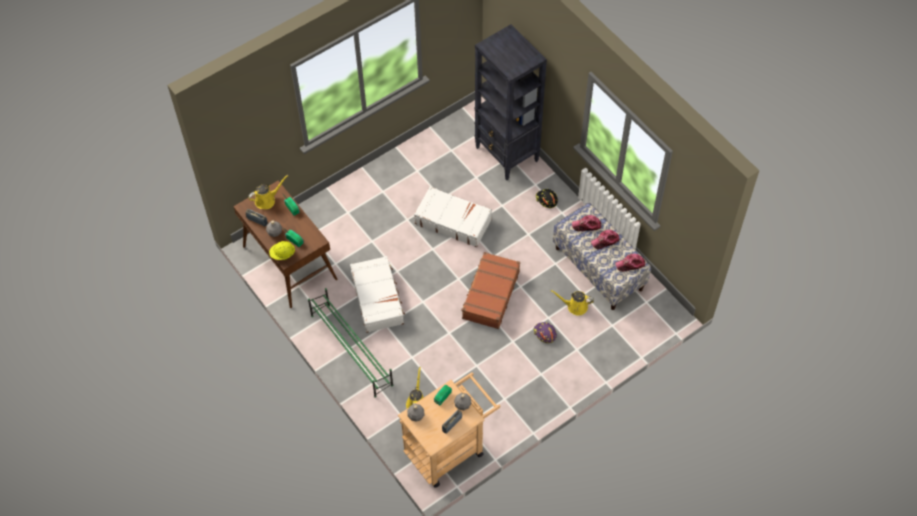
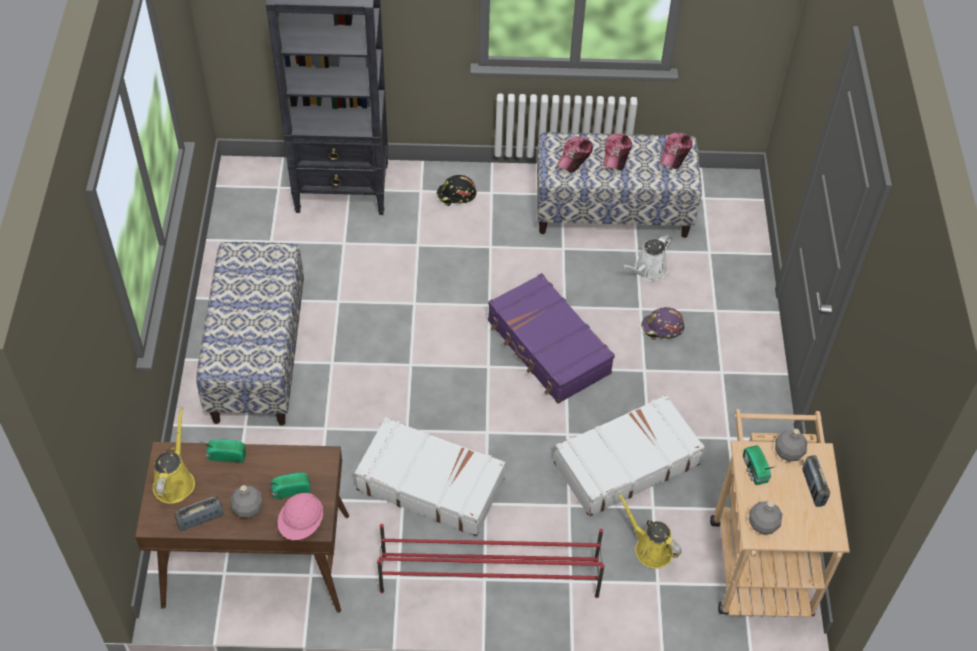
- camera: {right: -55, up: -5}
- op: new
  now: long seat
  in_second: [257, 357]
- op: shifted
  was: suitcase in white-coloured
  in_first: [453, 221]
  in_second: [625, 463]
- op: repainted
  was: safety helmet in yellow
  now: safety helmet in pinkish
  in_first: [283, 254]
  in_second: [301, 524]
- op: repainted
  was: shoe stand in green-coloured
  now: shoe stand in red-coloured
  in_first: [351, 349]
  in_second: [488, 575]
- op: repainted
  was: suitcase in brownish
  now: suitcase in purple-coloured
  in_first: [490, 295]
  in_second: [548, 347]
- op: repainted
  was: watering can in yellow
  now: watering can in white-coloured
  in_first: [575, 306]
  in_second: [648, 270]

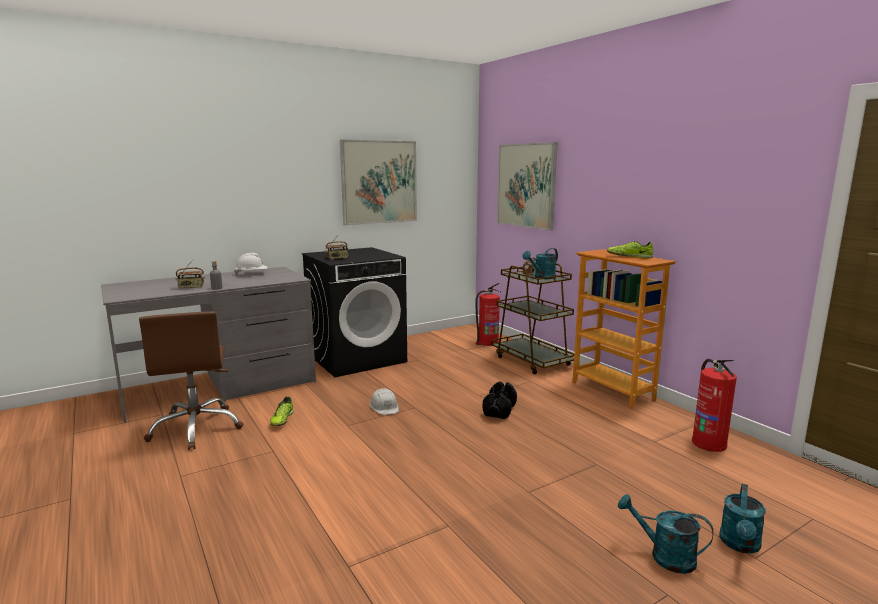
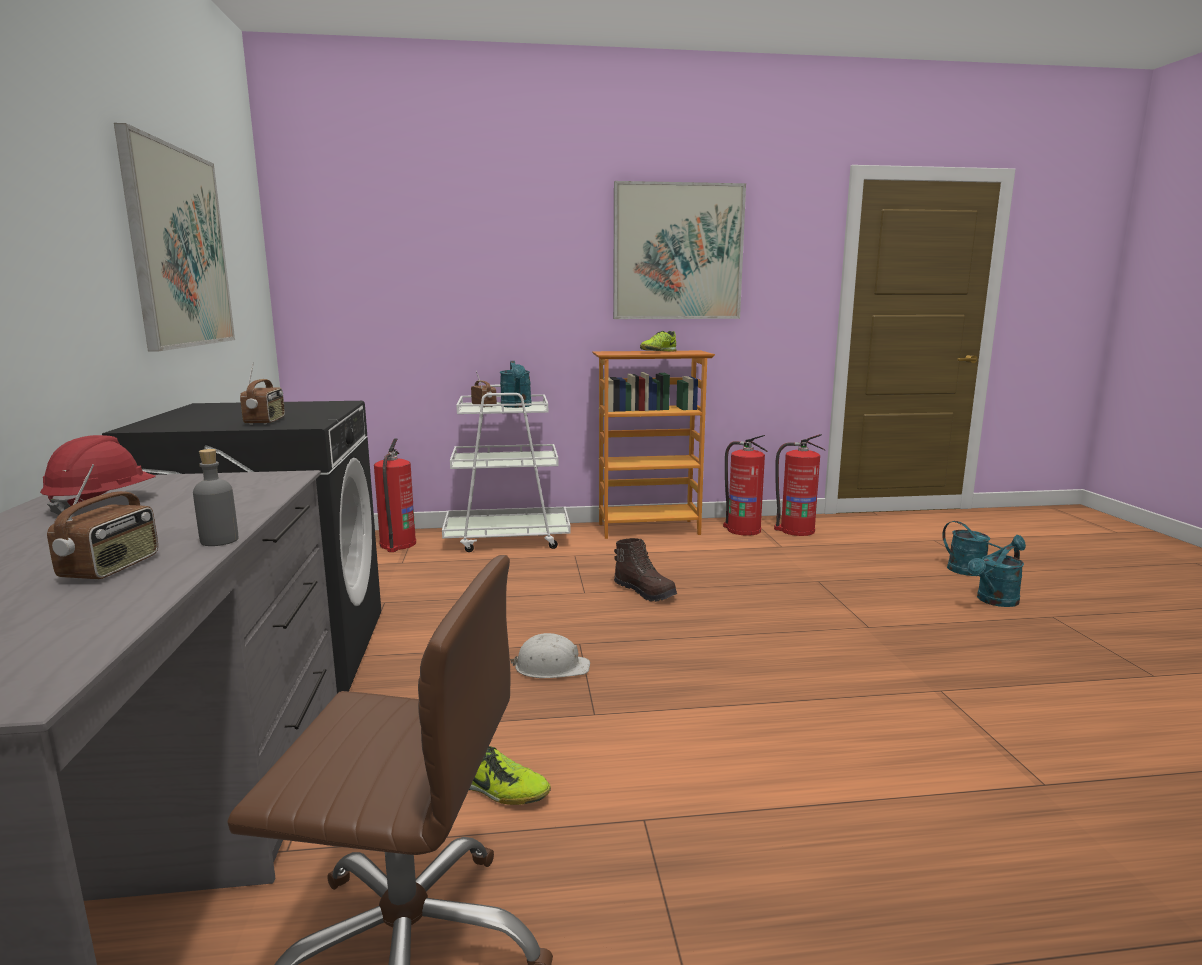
- camera: {right: -65, up: 0}
- op: new
  now: extinguisher
  in_second: [743, 530]
- op: shifted
  was: picture
  in_first: [526, 185]
  in_second: [678, 252]
- op: swapped
  was: dumbbell in blackish
  now: tall boot in brownish
  in_first: [499, 410]
  in_second: [645, 592]
- op: repainted
  was: safety helmet in white-coloured
  now: safety helmet in red-coloured
  in_first: [251, 274]
  in_second: [102, 504]
- op: repainted
  was: wheeled cart in brownish
  now: wheeled cart in white-coloured
  in_first: [532, 360]
  in_second: [508, 539]

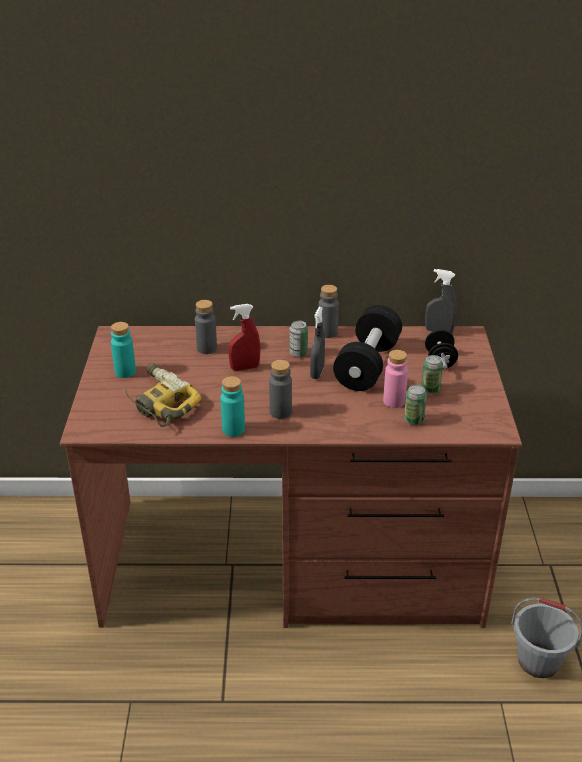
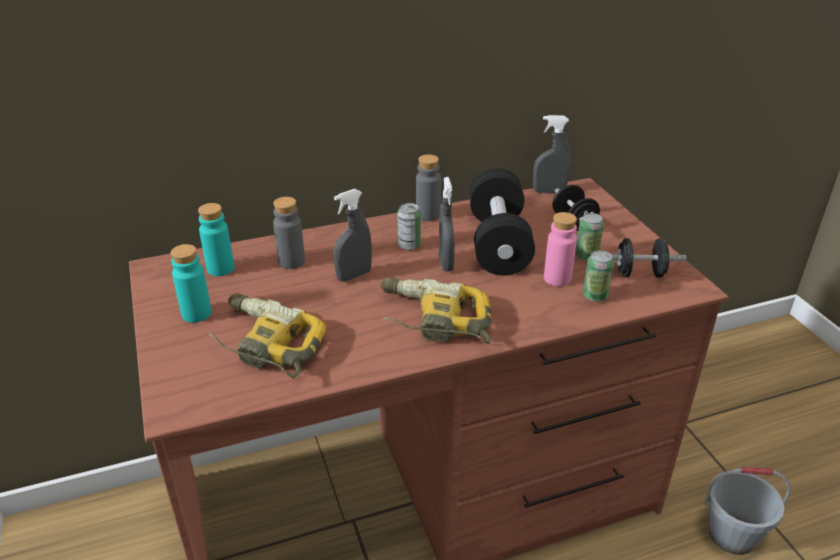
- camera: {right: -20, up: 0}
- op: new
  now: dumbbell in blackish
  in_second: [639, 274]
- op: shifted
  was: bottle in turquoise
  in_first: [233, 429]
  in_second: [220, 268]
- op: swapped
  was: bottle in gray
  now: electric drill
  in_first: [280, 412]
  in_second: [432, 321]
- op: repainted
  was: sprayer in red-coloured
  now: sprayer in gray
  in_first: [245, 368]
  in_second: [354, 276]

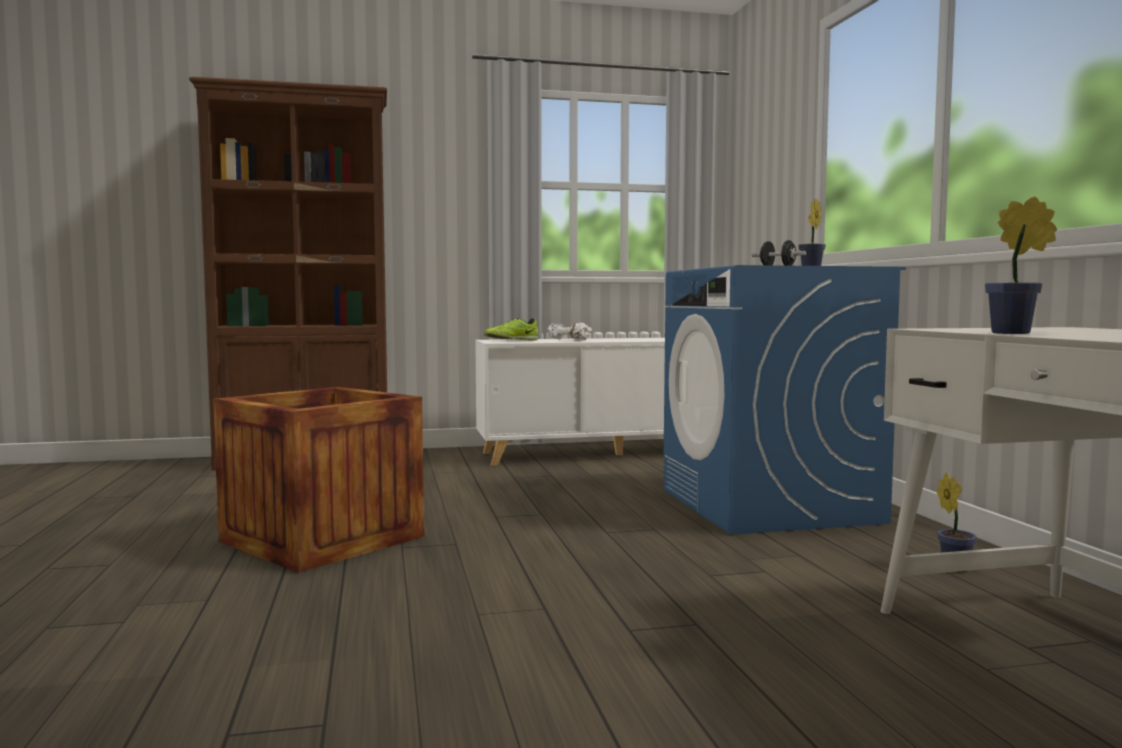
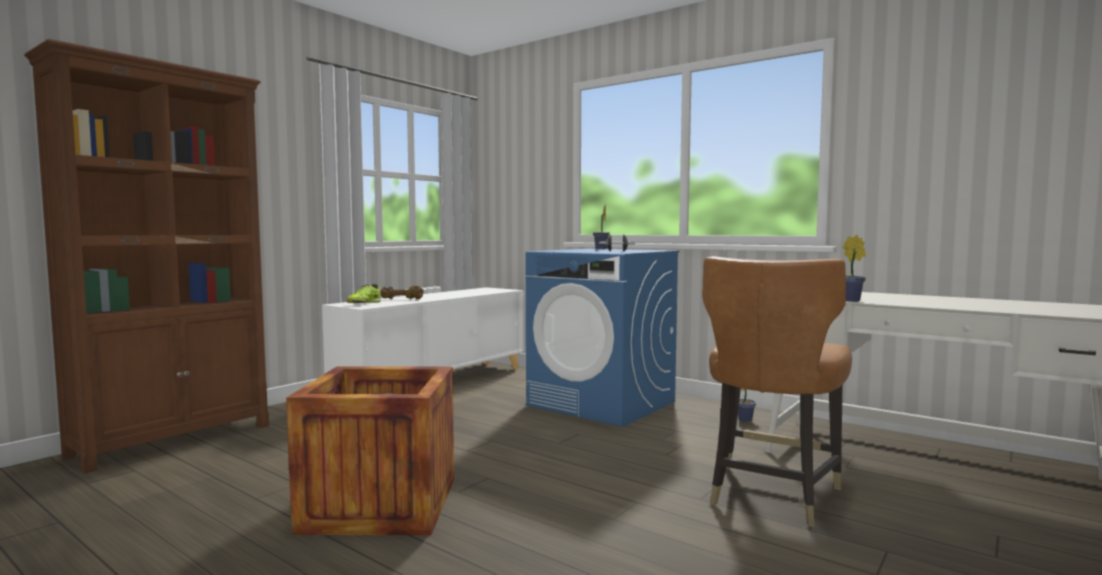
- camera: {right: -40, up: 0}
- op: new
  now: chair in brownish
  in_second: [770, 494]
- op: repainted
  was: dumbbell in white-coloured
  now: dumbbell in brownish
  in_first: [568, 340]
  in_second: [401, 299]

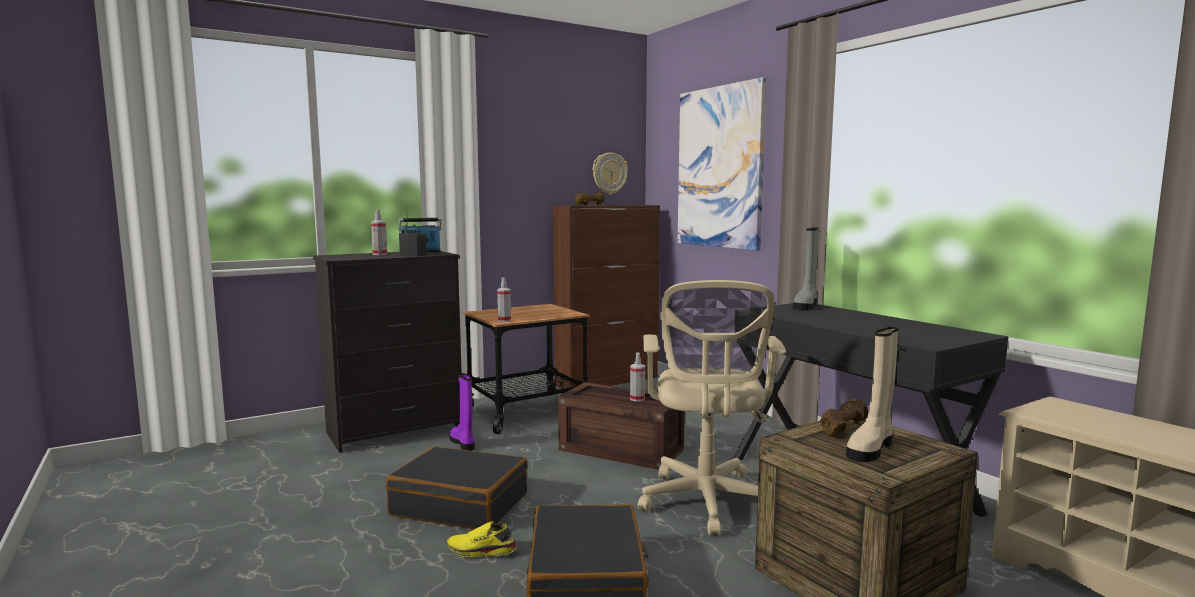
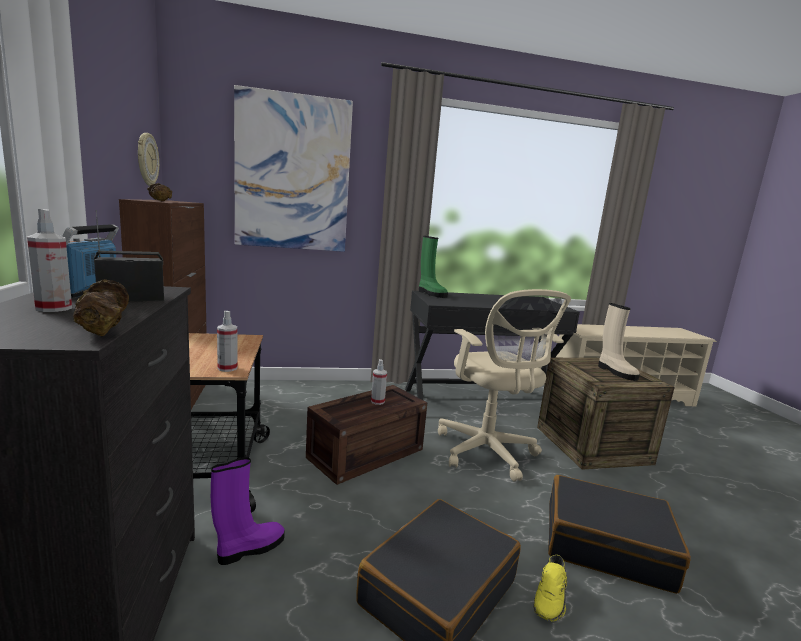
- camera: {right: -70, up: 5}
- op: shifted
  was: dumbbell in brownish
  in_first: [842, 428]
  in_second: [103, 323]
- op: repainted
  was: tall boot in gray
  now: tall boot in green-coloured
  in_first: [806, 306]
  in_second: [431, 294]
- op: rotated
  was: tall boot in purple-coloured
  in_first: [463, 443]
  in_second: [249, 549]
  clockwise: 150
- op: rotated
  was: office chair in sand-coloured
  in_first: [706, 503]
  in_second: [488, 453]
  clockwise: 45

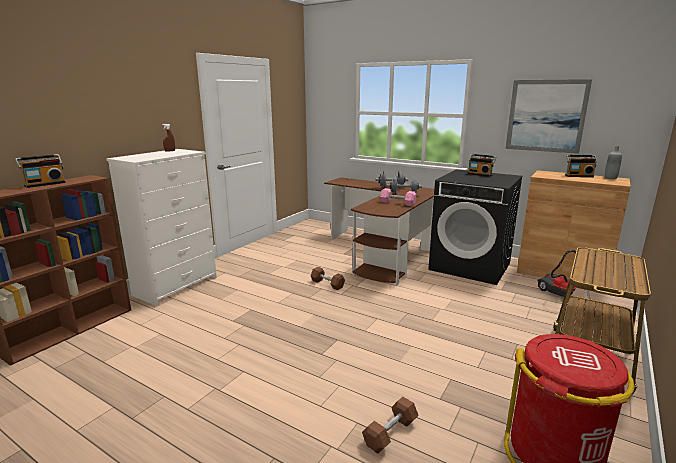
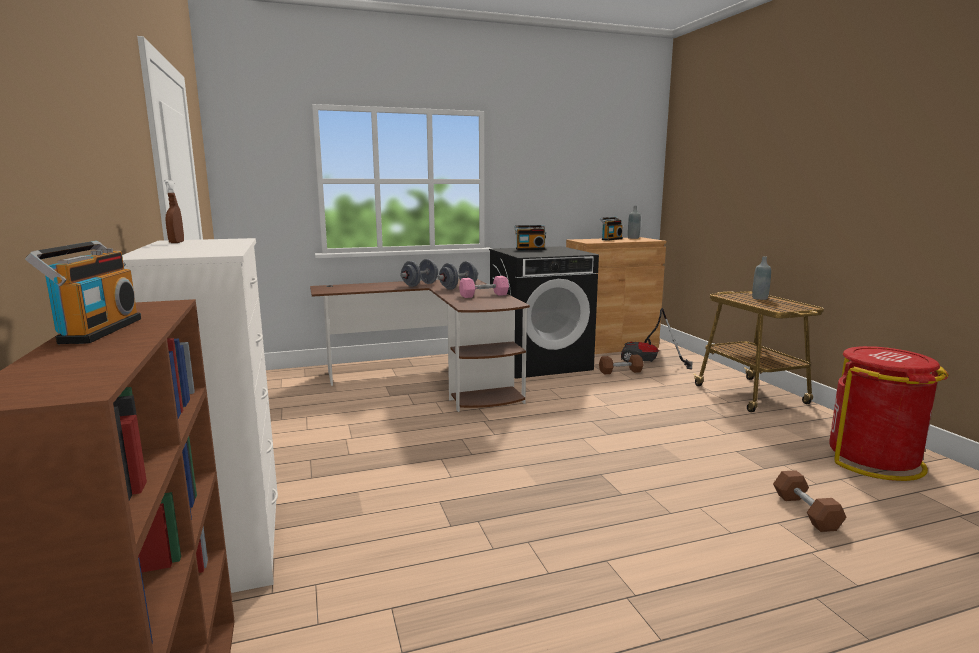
- camera: {right: -50, up: -5}
- op: gone
  was: picture
  in_first: [546, 116]
- op: new
  now: bottle in gray
  in_second: [759, 298]
- op: shifted
  was: dumbbell in brownish
  in_first: [327, 284]
  in_second: [620, 371]

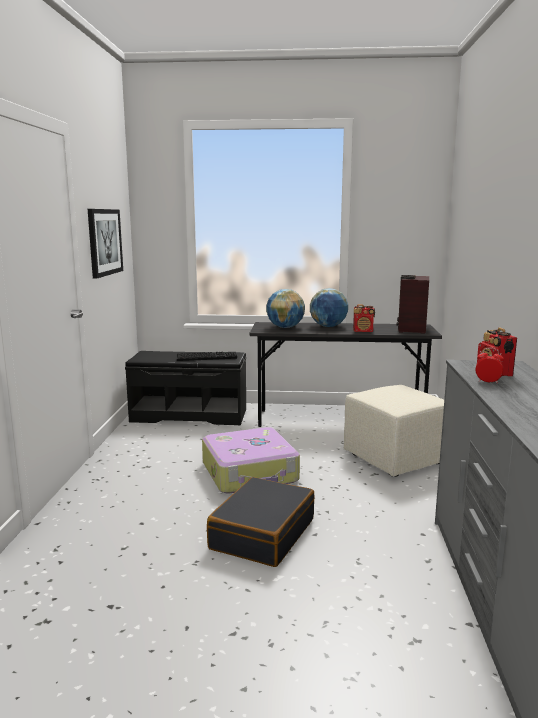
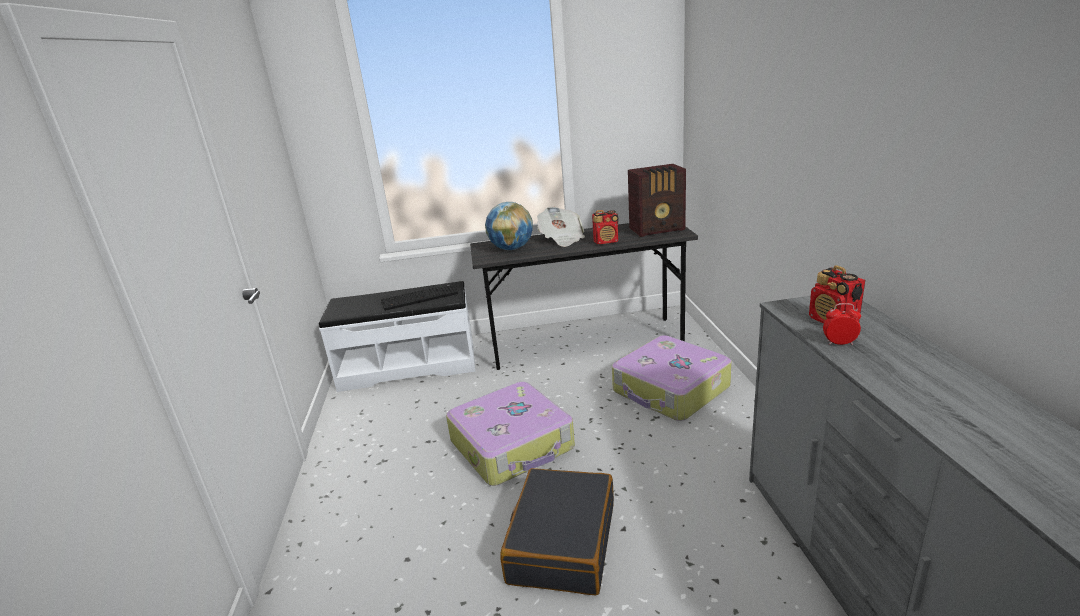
- camera: {right: -10, up: 10}
- op: gone
  was: picture
  in_first: [104, 242]
- op: swapped
  was: desk globe
  now: newspaper
  in_first: [328, 326]
  in_second: [561, 239]
- op: swapped
  was: ottoman in sand-coloured
  now: suitcase
  in_first: [397, 459]
  in_second: [670, 390]
- op: repainted
  was: long seat in blackish
  now: long seat in white-coloured
  in_first: [189, 415]
  in_second: [408, 366]
- op: rotated
  was: radio set
  in_first: [411, 329]
  in_second: [658, 229]
  clockwise: -105

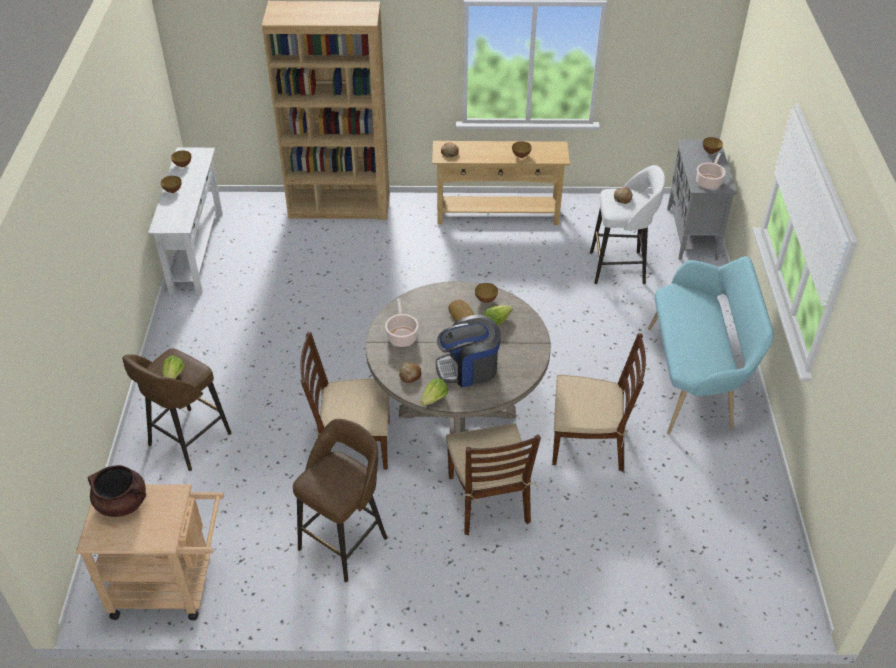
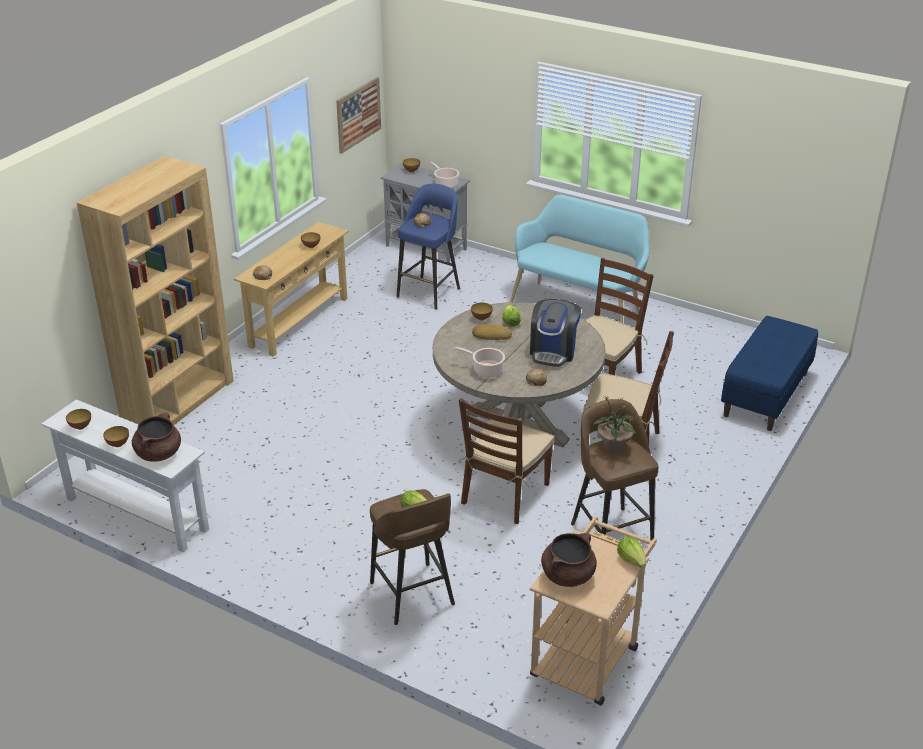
- camera: {right: -60, up: -10}
- op: new
  now: stockpot in brownish
  in_second: [158, 453]
- op: new
  now: picture
  in_second: [358, 114]
- op: new
  now: plant in a pot
  in_second: [614, 446]
- op: new
  now: long seat in blue-coloured
  in_second: [766, 395]
- op: shifted
  was: lettuce
  in_first: [434, 399]
  in_second: [632, 560]
- op: repainted
  was: sitting stool in white-coloured
  now: sitting stool in blue-coloured
  in_first: [619, 268]
  in_second: [429, 292]

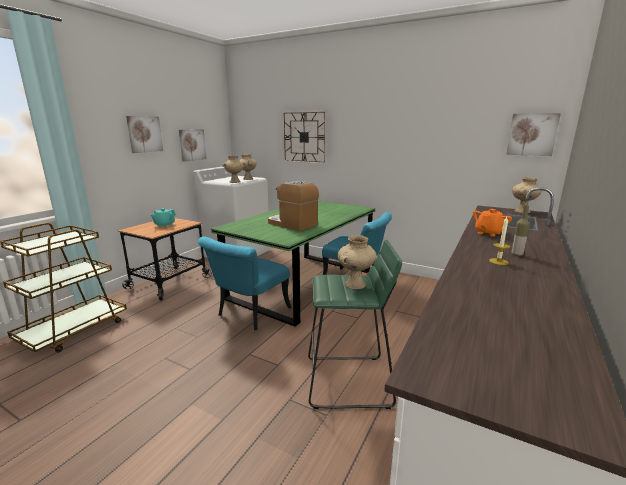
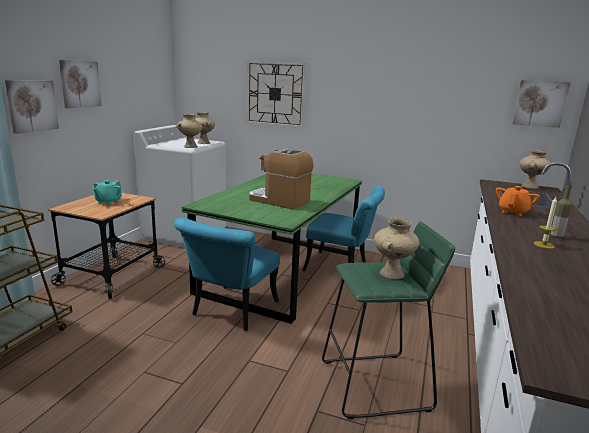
- camera: {right: -10, up: 0}
- op: shifted
  was: picture
  in_first: [192, 145]
  in_second: [32, 105]

